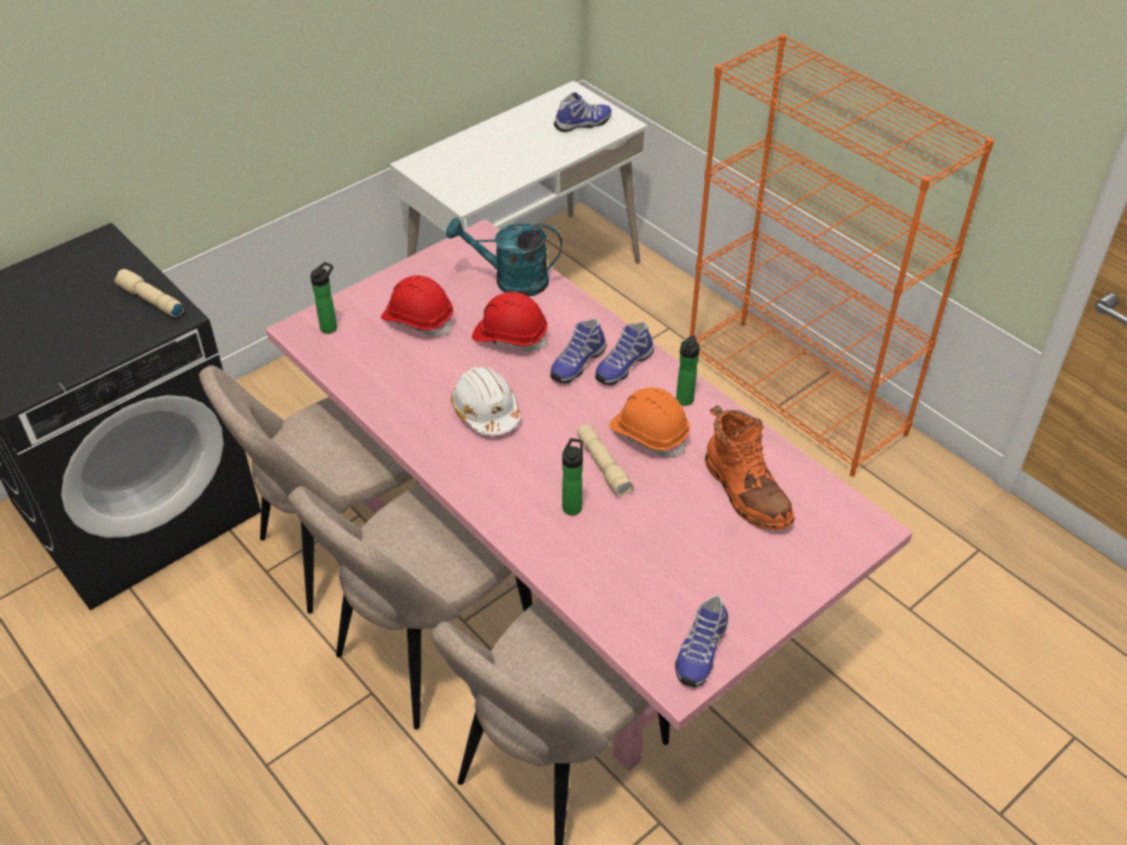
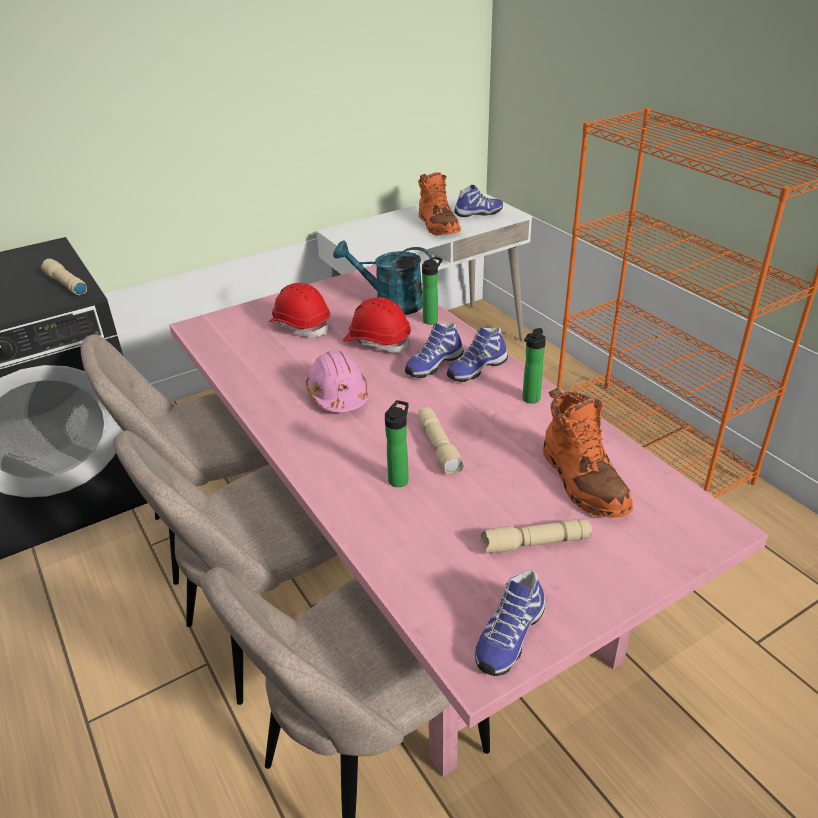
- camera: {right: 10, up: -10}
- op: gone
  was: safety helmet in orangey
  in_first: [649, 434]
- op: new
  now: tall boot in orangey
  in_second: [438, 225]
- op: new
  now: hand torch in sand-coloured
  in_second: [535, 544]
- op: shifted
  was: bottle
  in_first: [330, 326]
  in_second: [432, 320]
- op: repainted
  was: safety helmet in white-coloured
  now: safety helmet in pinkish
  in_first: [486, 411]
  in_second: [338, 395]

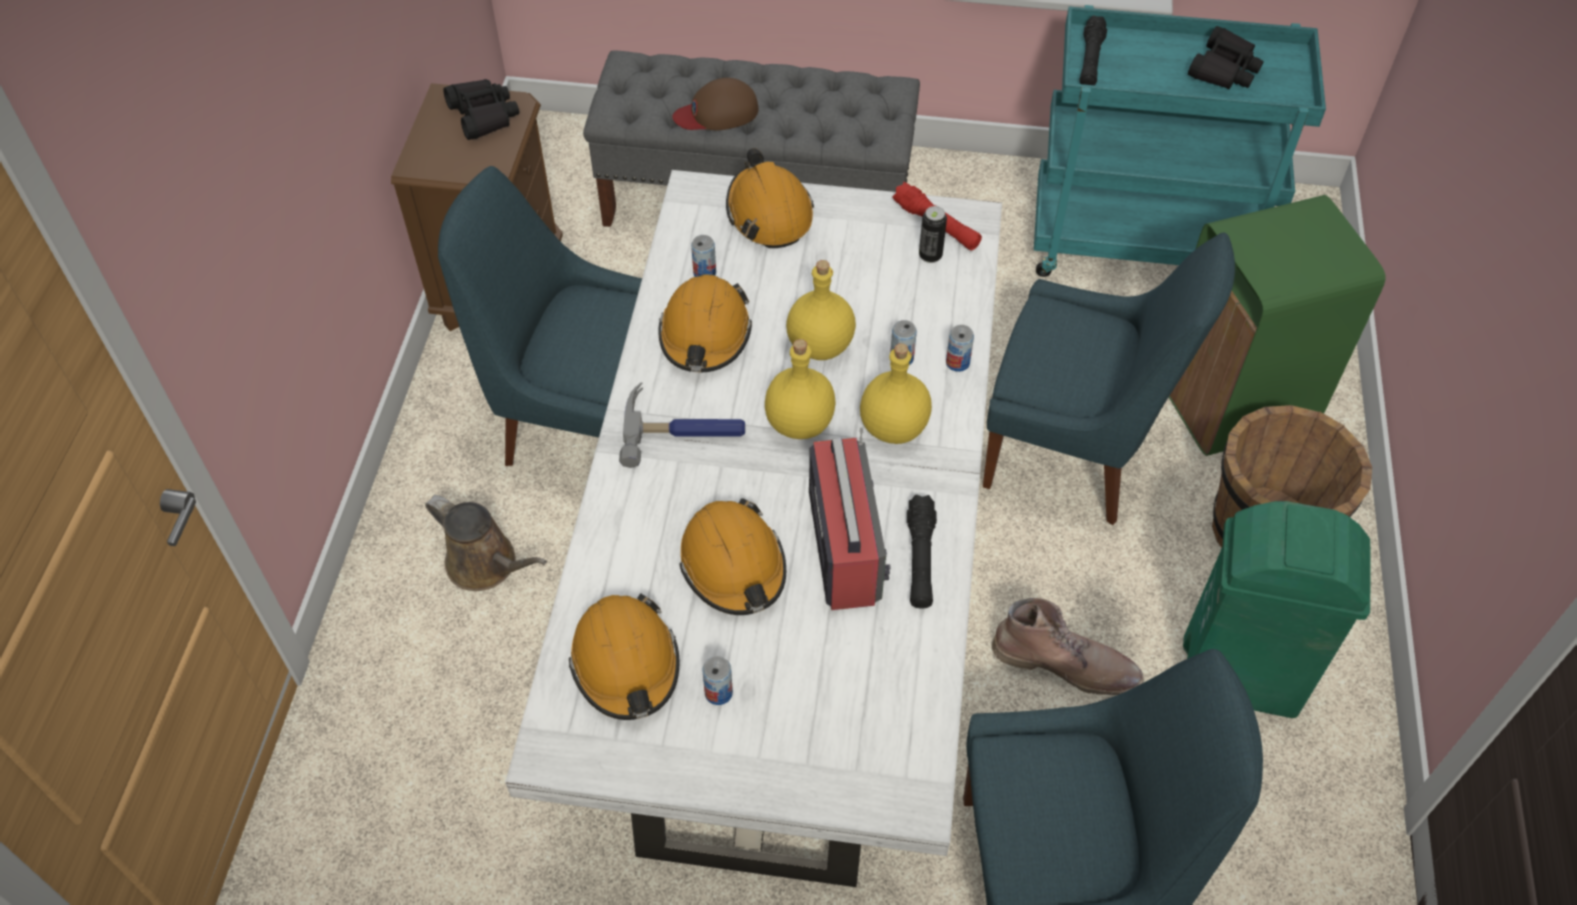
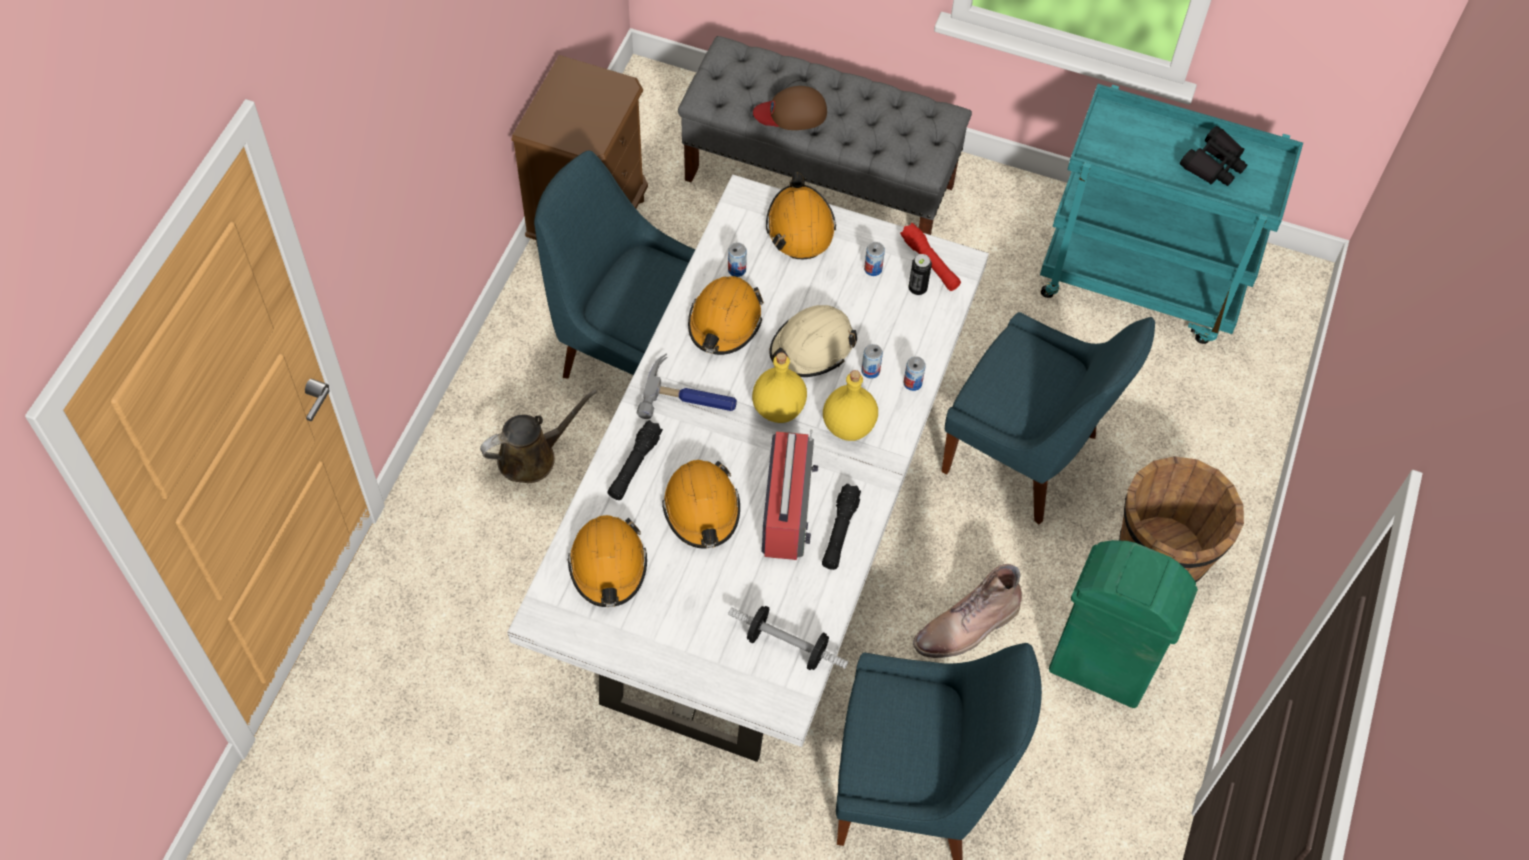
- camera: {right: 10, up: 5}
- op: gone
  was: field glasses in blackish
  in_first: [483, 115]
- op: gone
  was: rubbish bin in green-coloured
  in_first: [1236, 404]
- op: new
  now: dumbbell
  in_second: [787, 646]
- op: shifted
  was: can
  in_first: [718, 693]
  in_second: [873, 269]
- op: shifted
  was: hand torch in blackish
  in_first: [1090, 60]
  in_second: [634, 466]
- op: swapped
  was: bottle in yellow
  now: safety helmet in sand-coloured
  in_first: [821, 345]
  in_second: [811, 348]
- op: rotated
  was: watering can in brownish
  in_first: [487, 564]
  in_second: [532, 456]
  clockwise: -75
- op: rotated
  was: tall boot in brownish
  in_first: [1066, 663]
  in_second: [967, 628]
  clockwise: 120

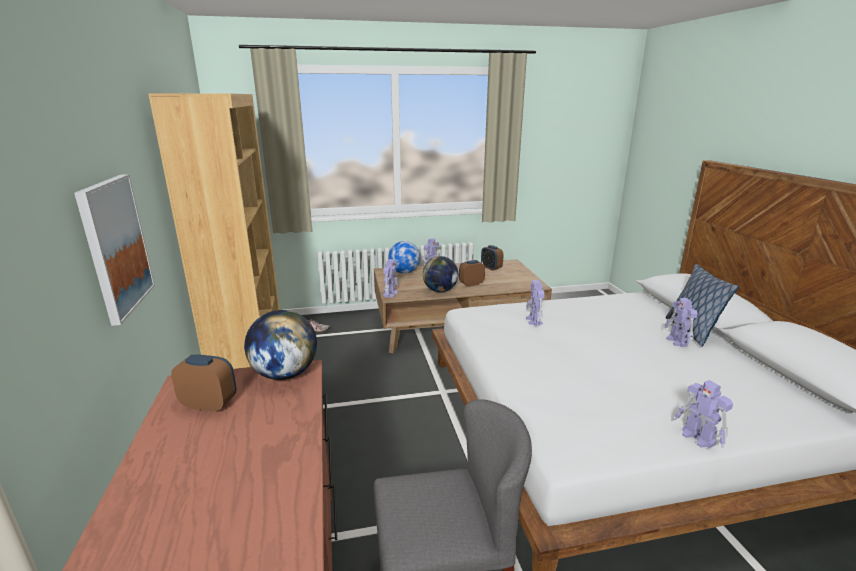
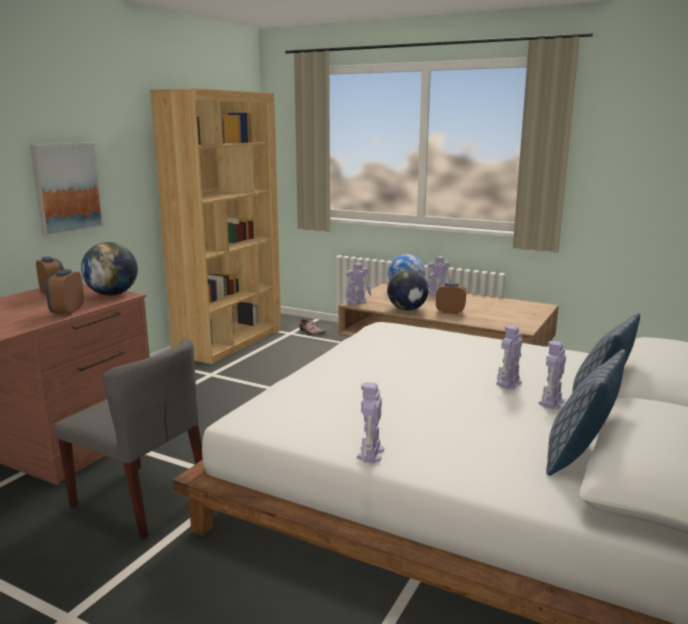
- camera: {right: 40, up: -5}
- op: new
  now: throw pillow
  in_second: [579, 457]
- op: shifted
  was: bedside clock
  in_first: [491, 268]
  in_second: [67, 311]
- op: shifted
  was: robot figure
  in_first: [534, 321]
  in_second: [508, 384]

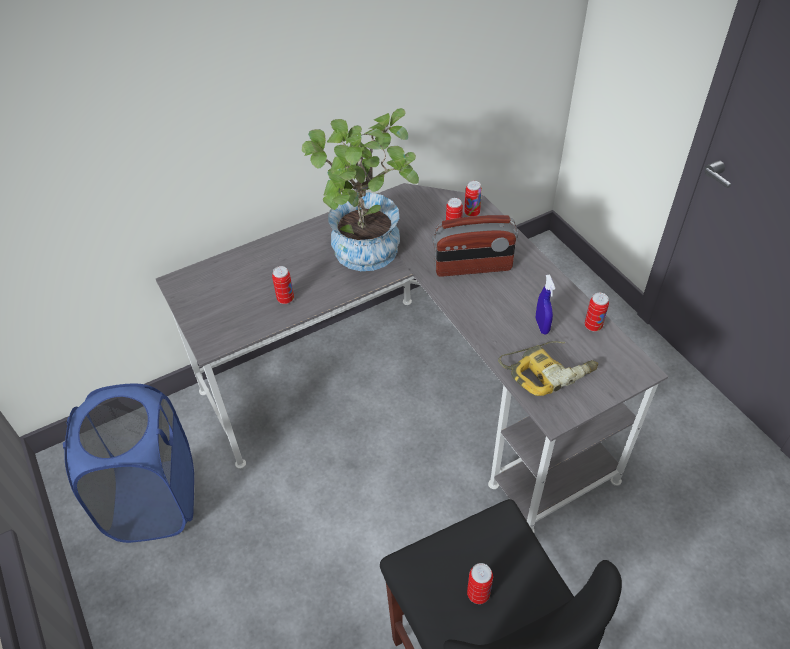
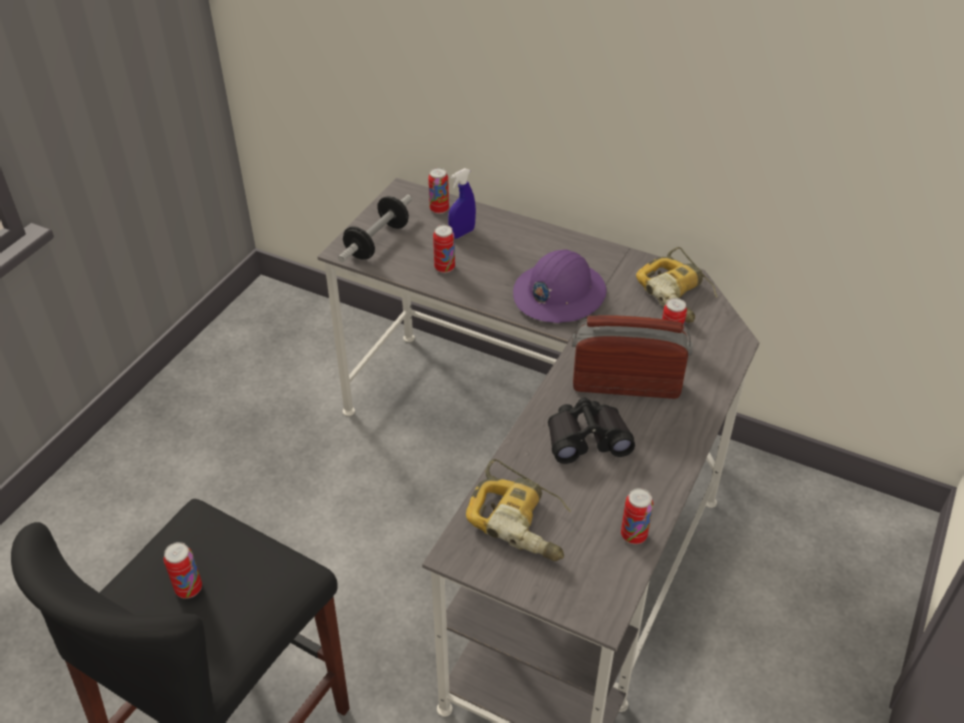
- camera: {right: 55, up: -5}
- op: gone
  was: laundry basket in blue-coloured
  in_first: [154, 500]
- op: new
  now: dumbbell
  in_second: [377, 242]
- op: new
  now: field glasses in blackish
  in_second: [587, 438]
- op: new
  now: electric drill
  in_second: [679, 293]
- op: shifted
  was: can
  in_first: [472, 213]
  in_second: [439, 209]
- op: shifted
  was: sprayer in blue-coloured
  in_first: [542, 326]
  in_second: [462, 233]
- op: swapped
  was: plant in a pot
  now: safety helmet in purple-coloured
  in_first: [366, 256]
  in_second: [558, 294]
- op: rotated
  was: radio set
  in_first: [472, 267]
  in_second: [626, 385]
  clockwise: 135

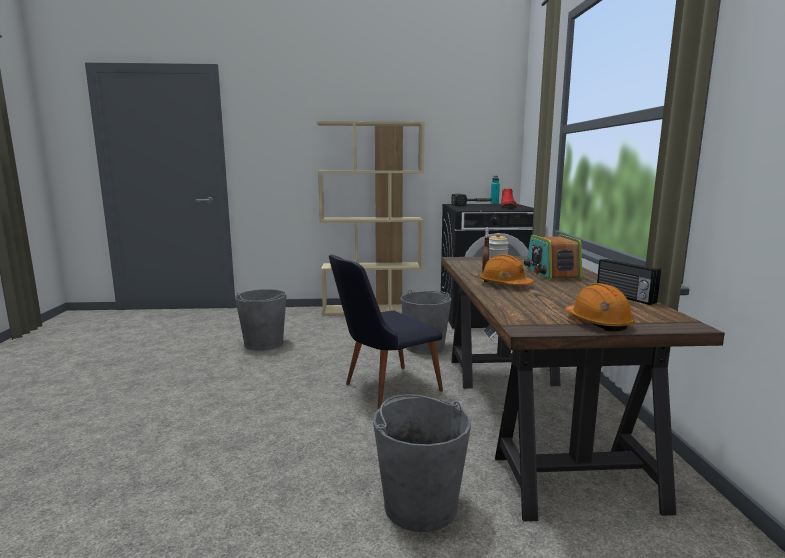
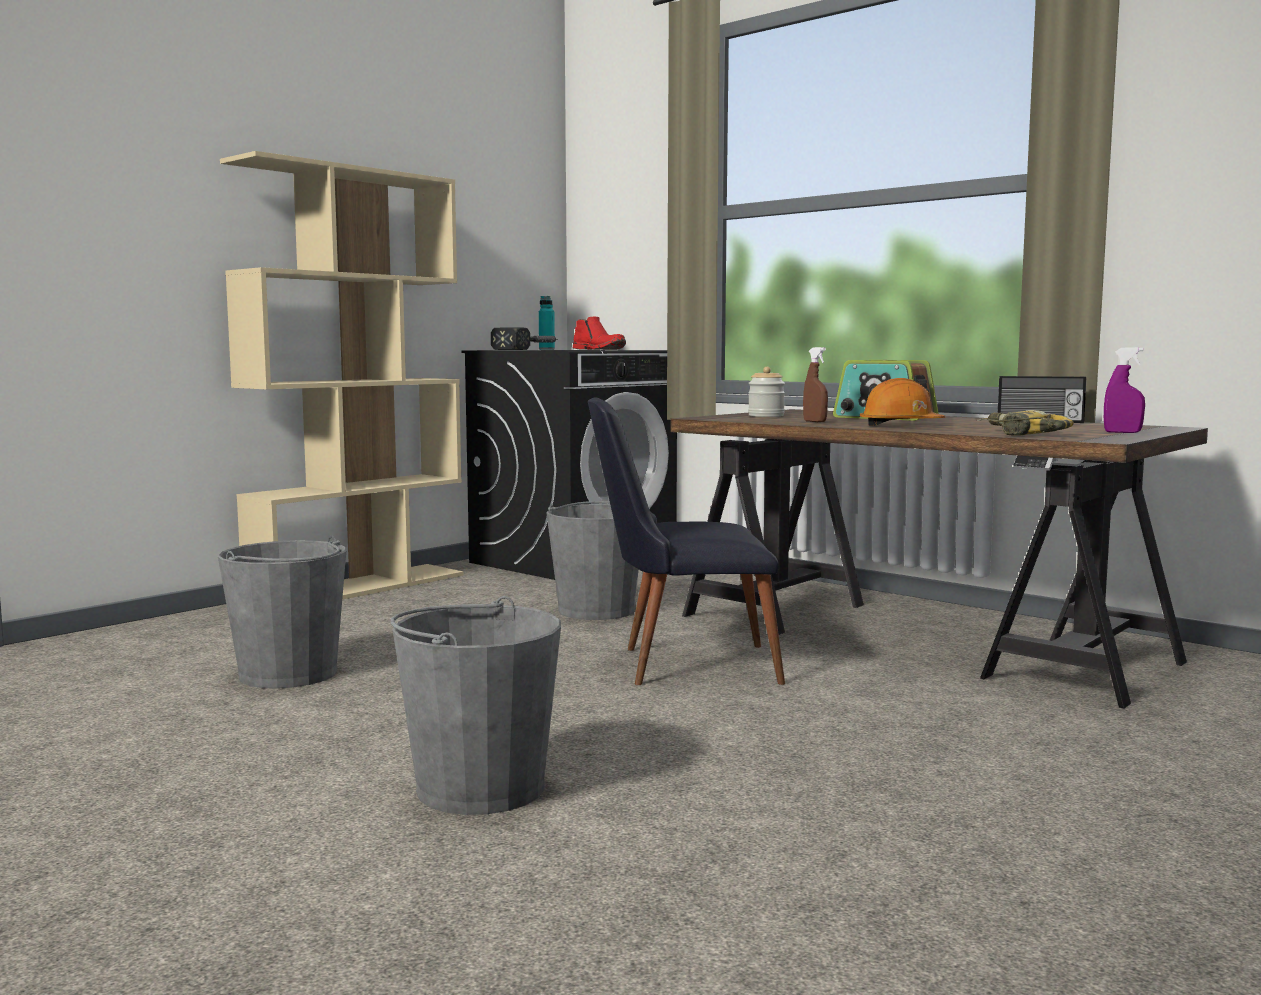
- camera: {right: -45, up: -5}
- op: new
  now: electric drill
  in_second: [1020, 434]
- op: shifted
  was: water bucket in gray
  in_first: [420, 505]
  in_second: [480, 787]
- op: swapped
  was: safety helmet in orangey
  now: sprayer in purple-coloured
  in_first: [598, 323]
  in_second: [1122, 432]
- op: rotated
  was: chair in blackish
  in_first: [383, 388]
  in_second: [682, 664]
  clockwise: 75

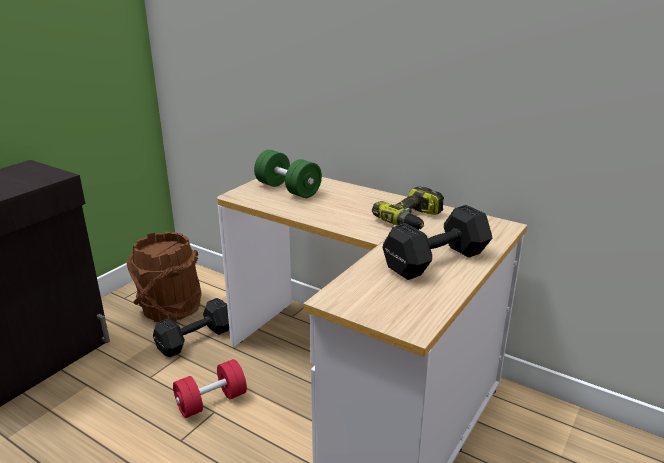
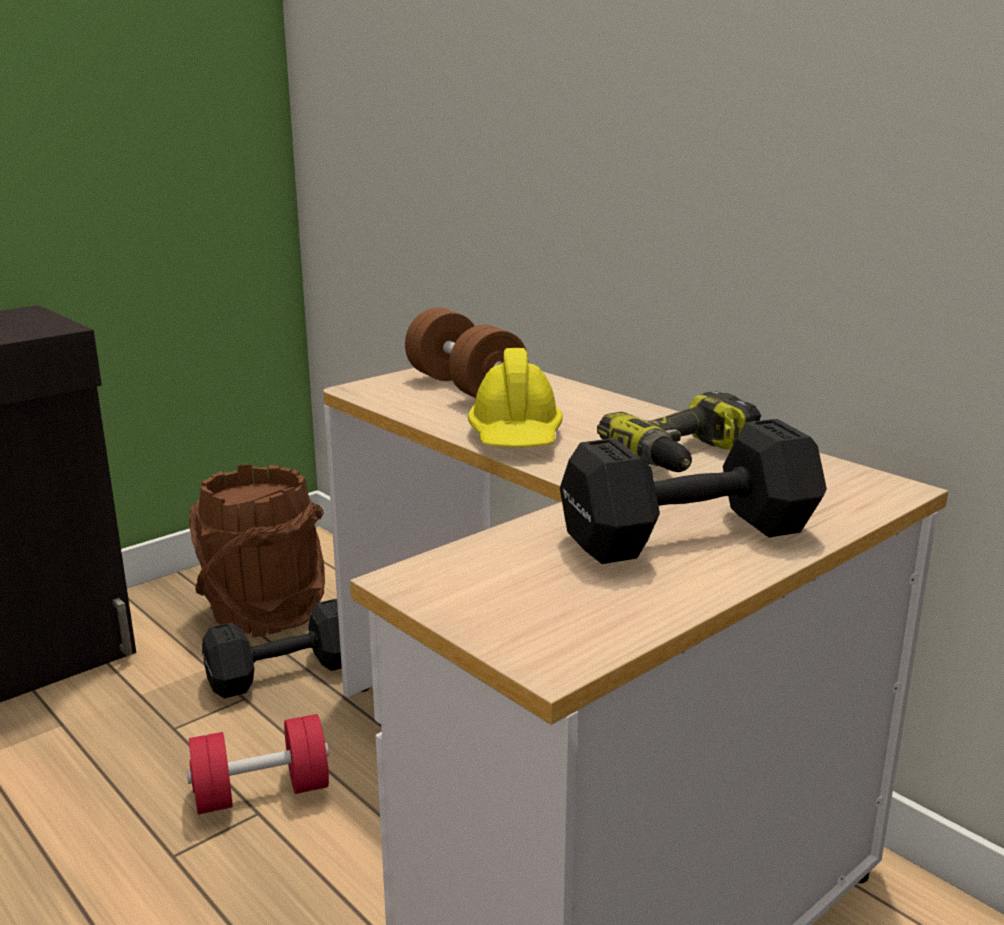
- camera: {right: 15, up: -5}
- op: new
  now: safety helmet in yellow
  in_second: [516, 436]
- op: repainted
  was: dumbbell in green-coloured
  now: dumbbell in brownish
  in_first: [288, 189]
  in_second: [465, 387]

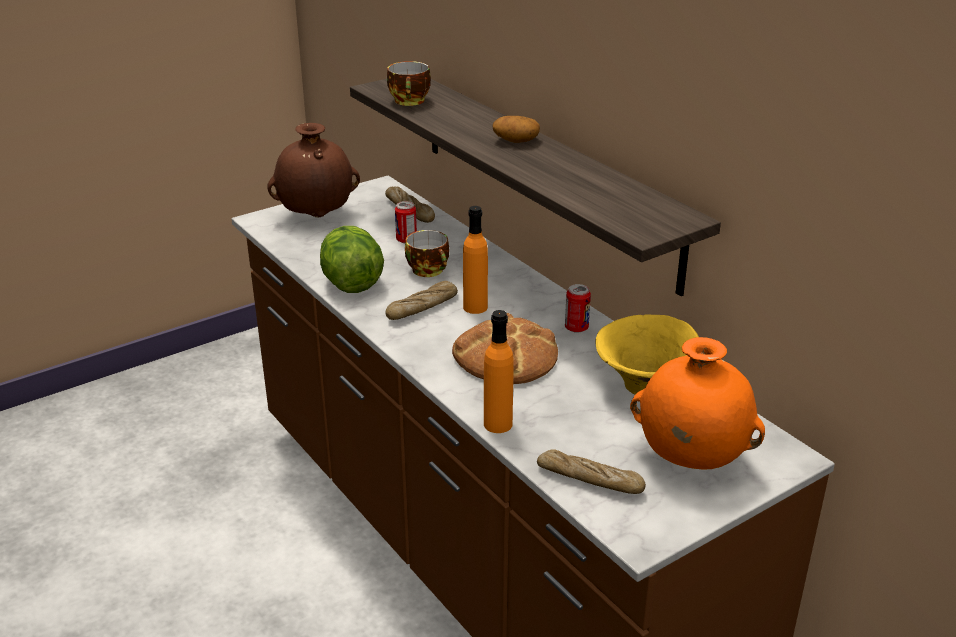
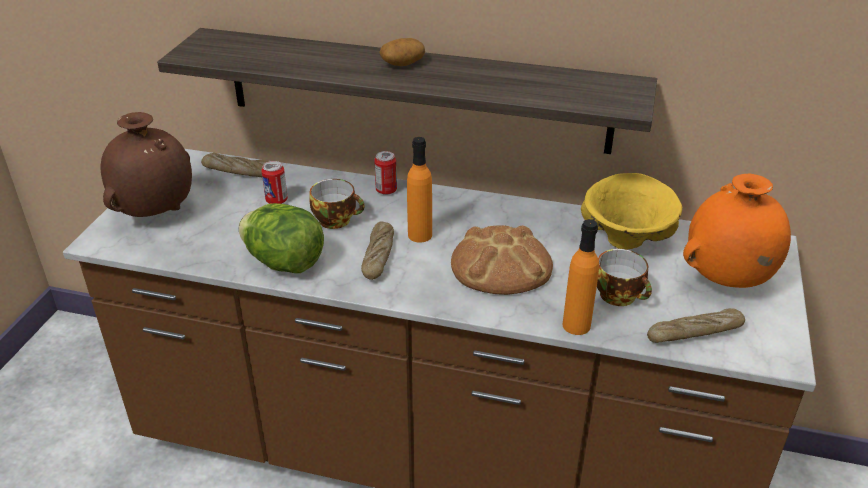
- camera: {right: -40, up: 5}
- op: shifted
  was: cup
  in_first: [410, 101]
  in_second: [620, 295]
- op: shifted
  was: can
  in_first: [576, 328]
  in_second: [386, 190]

